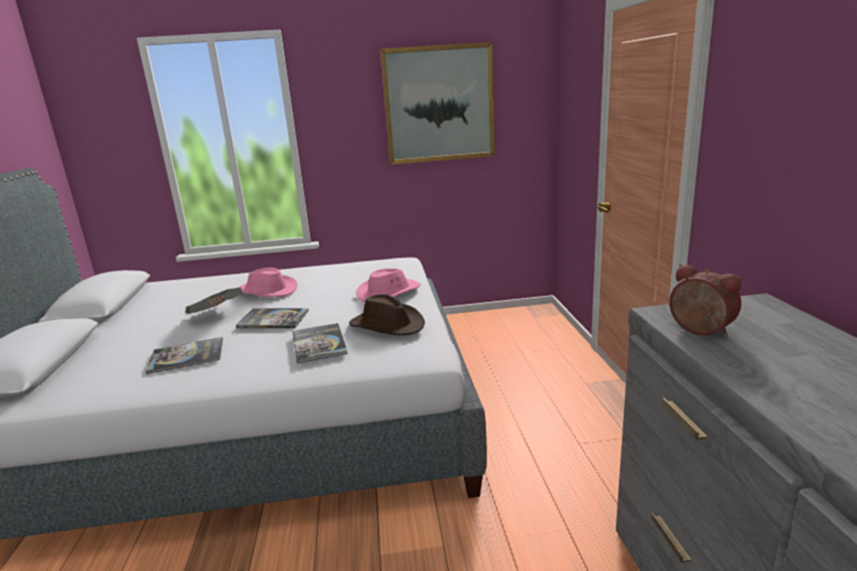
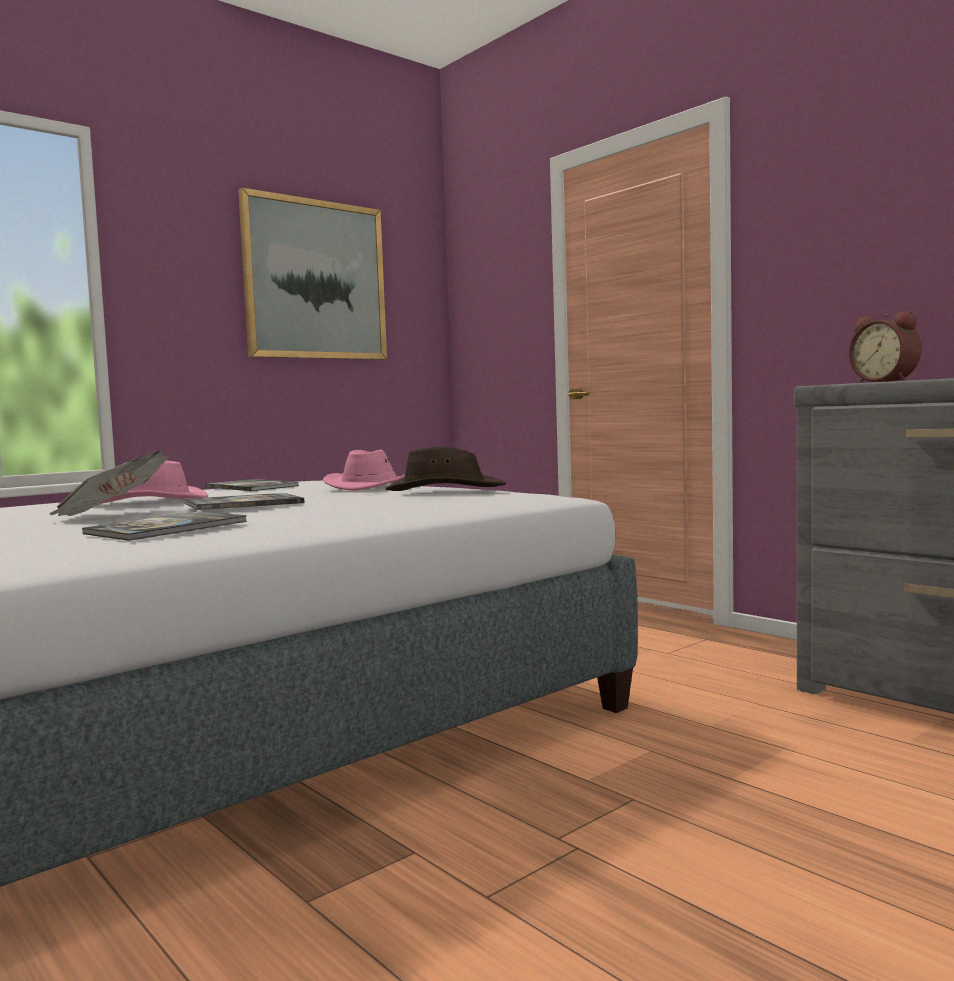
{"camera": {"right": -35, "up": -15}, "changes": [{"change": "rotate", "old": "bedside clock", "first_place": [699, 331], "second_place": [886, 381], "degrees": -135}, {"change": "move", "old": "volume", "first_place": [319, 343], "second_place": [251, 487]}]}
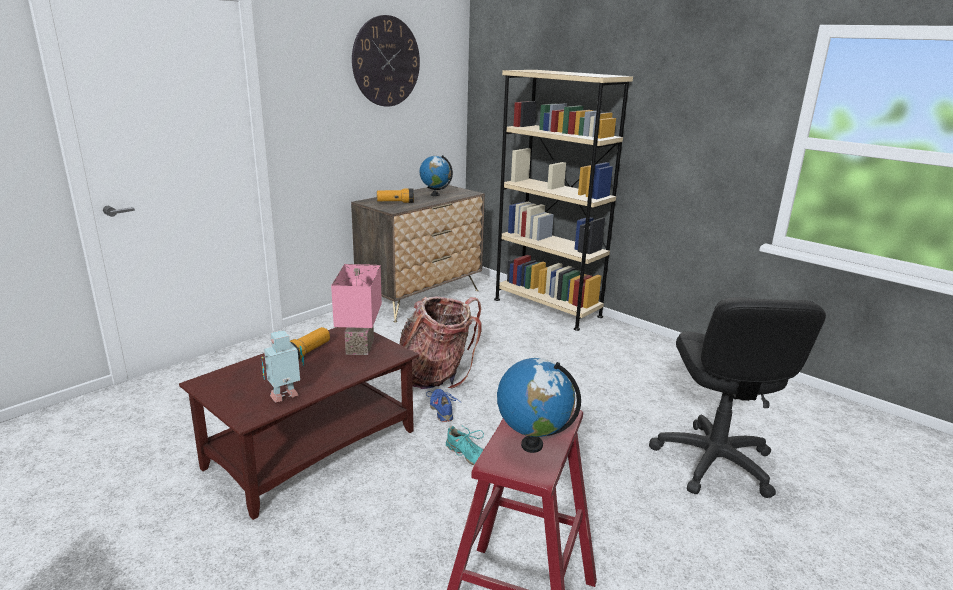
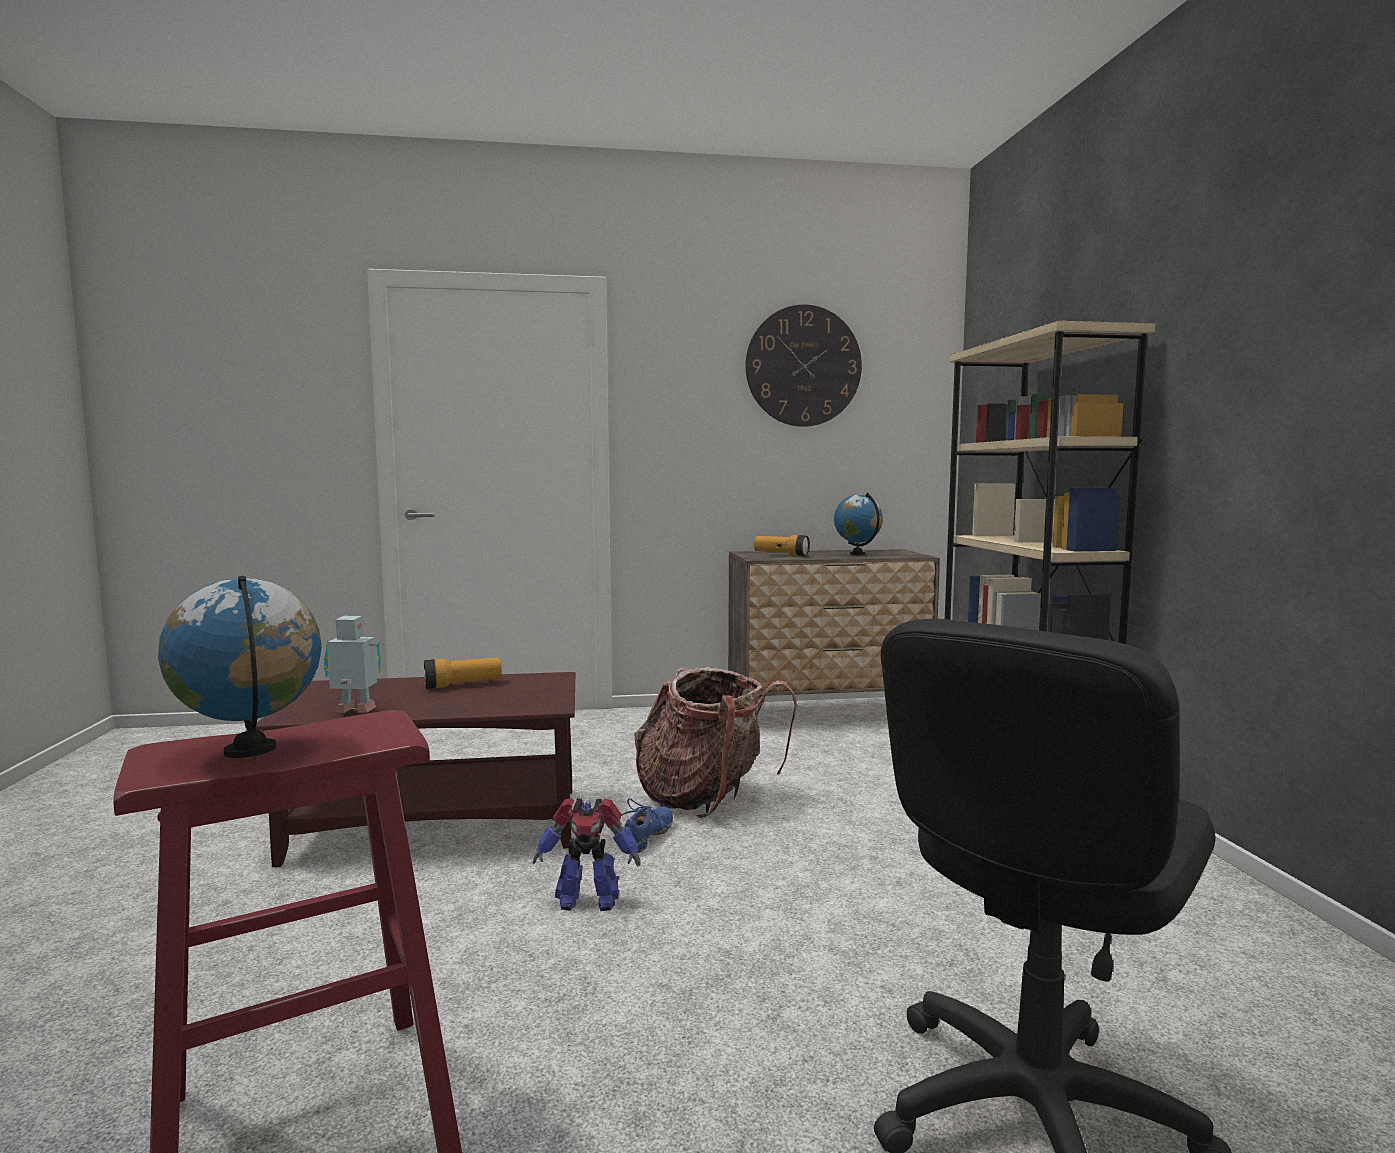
{"camera": {"right": 40, "up": -15}, "changes": [{"change": "delete", "old": "pink tabletop lamp", "first_place": [358, 346]}, {"change": "replace", "old": "turquoise-coloured shoe", "new": "robot figure", "first_place": [466, 455], "second_place": [587, 900]}]}
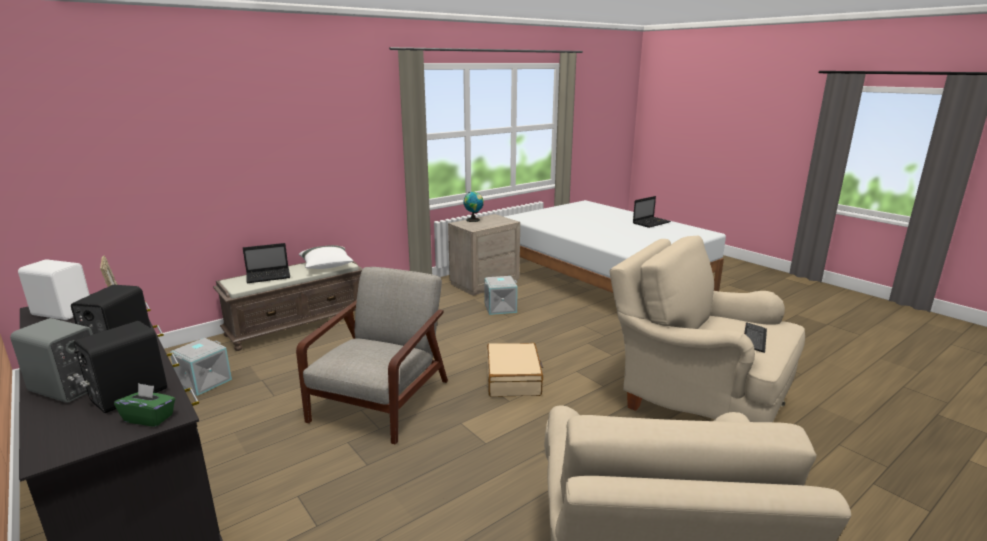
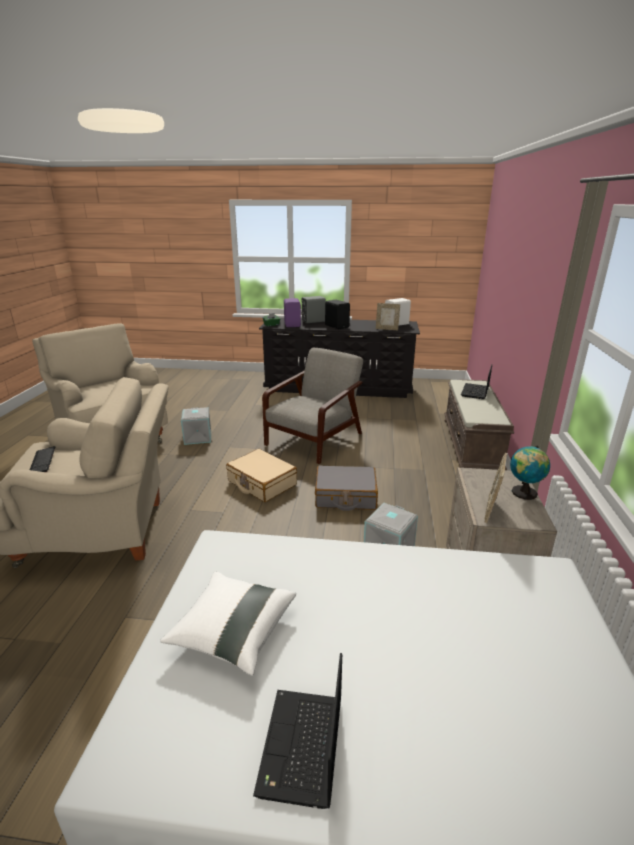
{"camera": {"right": 135, "up": 5}, "changes": [{"change": "move", "old": "white-coloured throw pillow", "first_place": [326, 266], "second_place": [233, 632]}, {"change": "rotate", "old": "grey lounge chair", "first_place": [382, 399], "second_place": [315, 438], "degrees": -120}, {"change": "recolor", "old": "black audio speaker", "new": "purple-coloured audio speaker", "first_place": [127, 395], "second_place": [293, 324]}, {"change": "move", "old": "grey storage bin", "first_place": [204, 381], "second_place": [198, 437]}, {"change": "insert", "new": "photo frame", "second_place": [491, 510]}, {"change": "insert", "new": "grey suitcase", "second_place": [345, 496]}]}
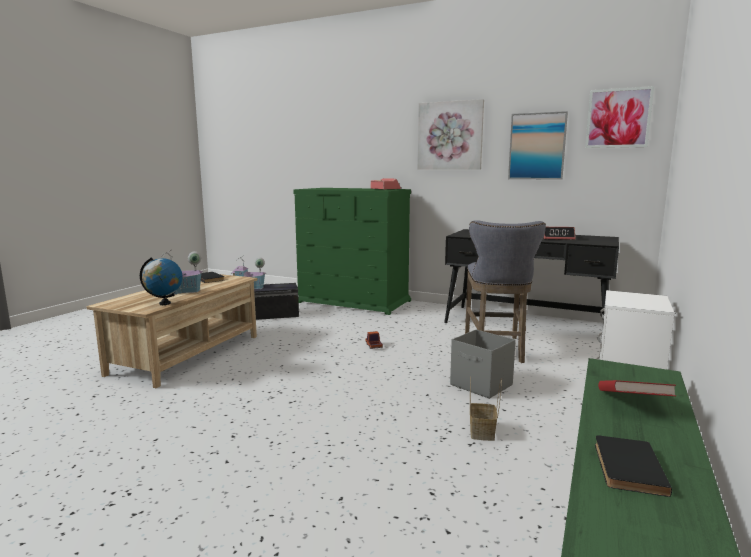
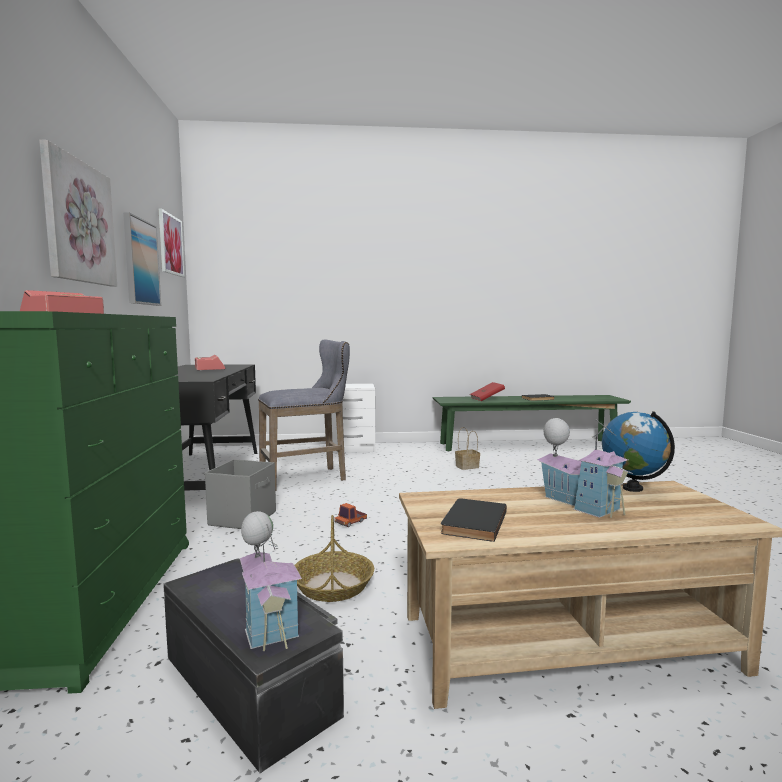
{"camera": {"right": -120, "up": -5}, "changes": [{"change": "move", "old": "grey storage bin", "first_place": [481, 385], "second_place": [243, 518]}, {"change": "insert", "new": "household basket", "second_place": [332, 585]}]}
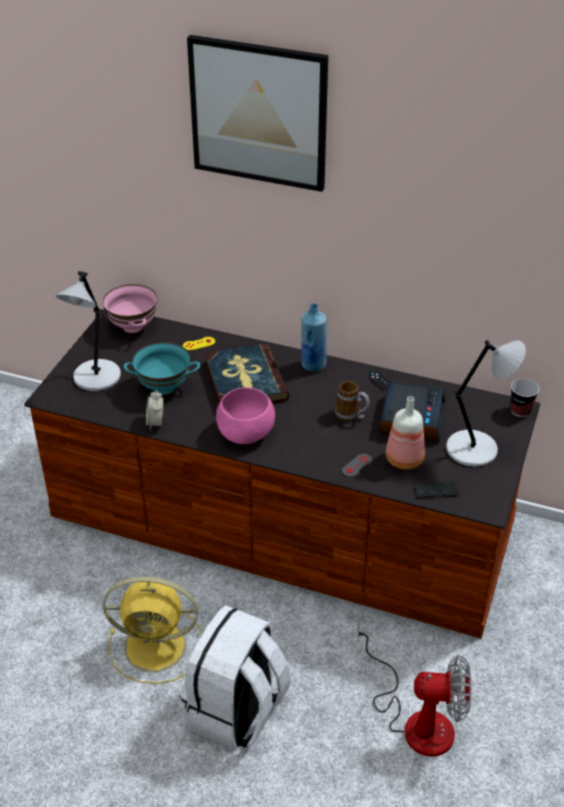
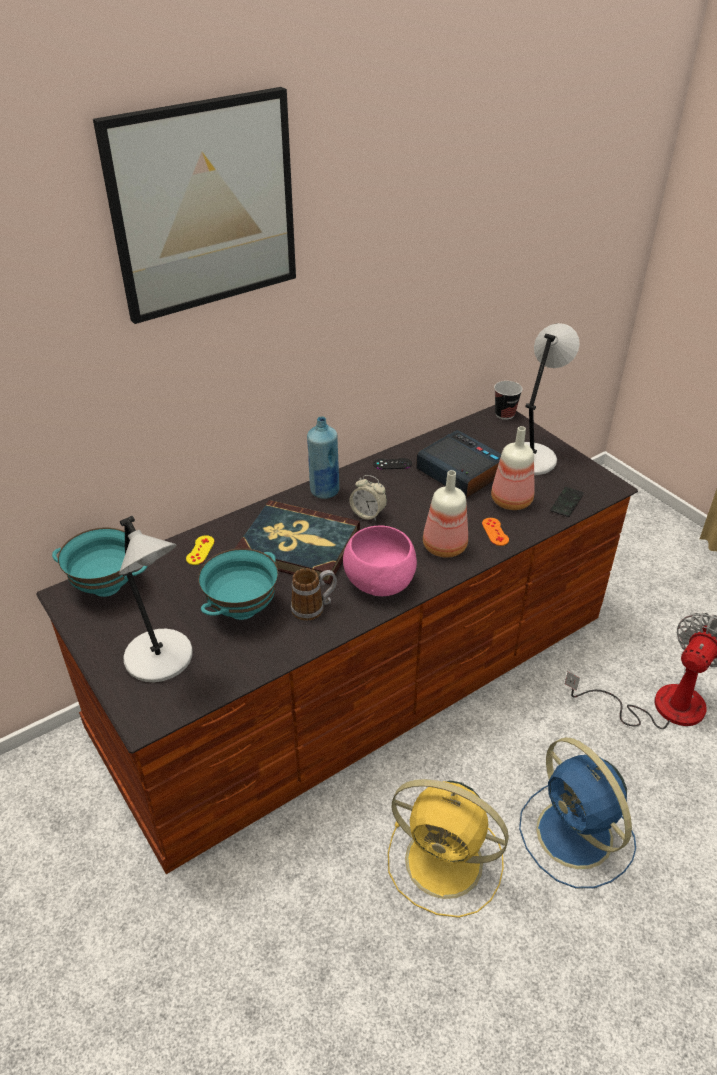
{"camera": {"right": -55, "up": 0}, "changes": [{"change": "recolor", "old": "pink serving bowl", "new": "turquoise-coloured serving bowl", "first_place": [133, 327], "second_place": [107, 586]}, {"change": "move", "old": "tea mug", "first_place": [351, 415], "second_place": [314, 608]}, {"change": "move", "old": "bedside clock", "first_place": [155, 423], "second_place": [368, 514]}, {"change": "recolor", "old": "grey joypad", "new": "orange-coloured joypad", "first_place": [357, 465], "second_place": [495, 532]}, {"change": "rotate", "old": "yellowish cooling fan", "first_place": [158, 646], "second_place": [447, 863], "degrees": 75}, {"change": "replace", "old": "white-coloured backpack", "new": "blue cooling fan", "first_place": [236, 712], "second_place": [576, 837]}, {"change": "insert", "new": "beverage bottle", "second_place": [443, 547]}]}
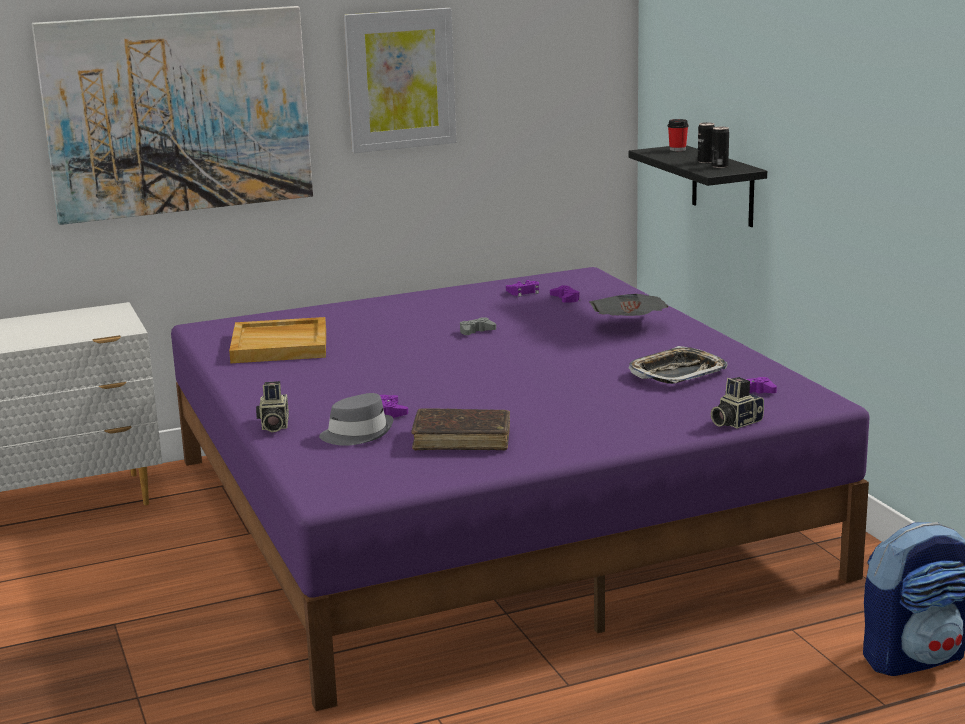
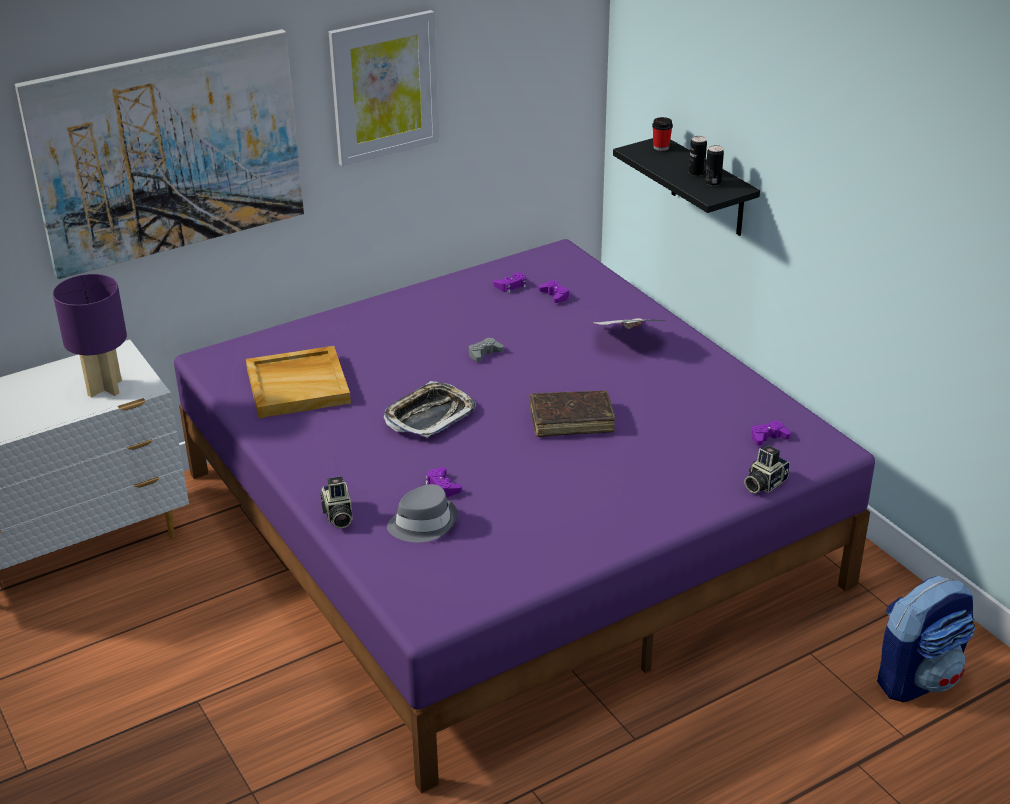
{"camera": {"right": -10, "up": 15}, "changes": [{"change": "move", "old": "serving tray", "first_place": [677, 373], "second_place": [429, 415]}, {"change": "move", "old": "brown-coloured volume", "first_place": [462, 440], "second_place": [571, 420]}, {"change": "insert", "new": "purple-coloured tabletop lamp", "second_place": [104, 388]}]}
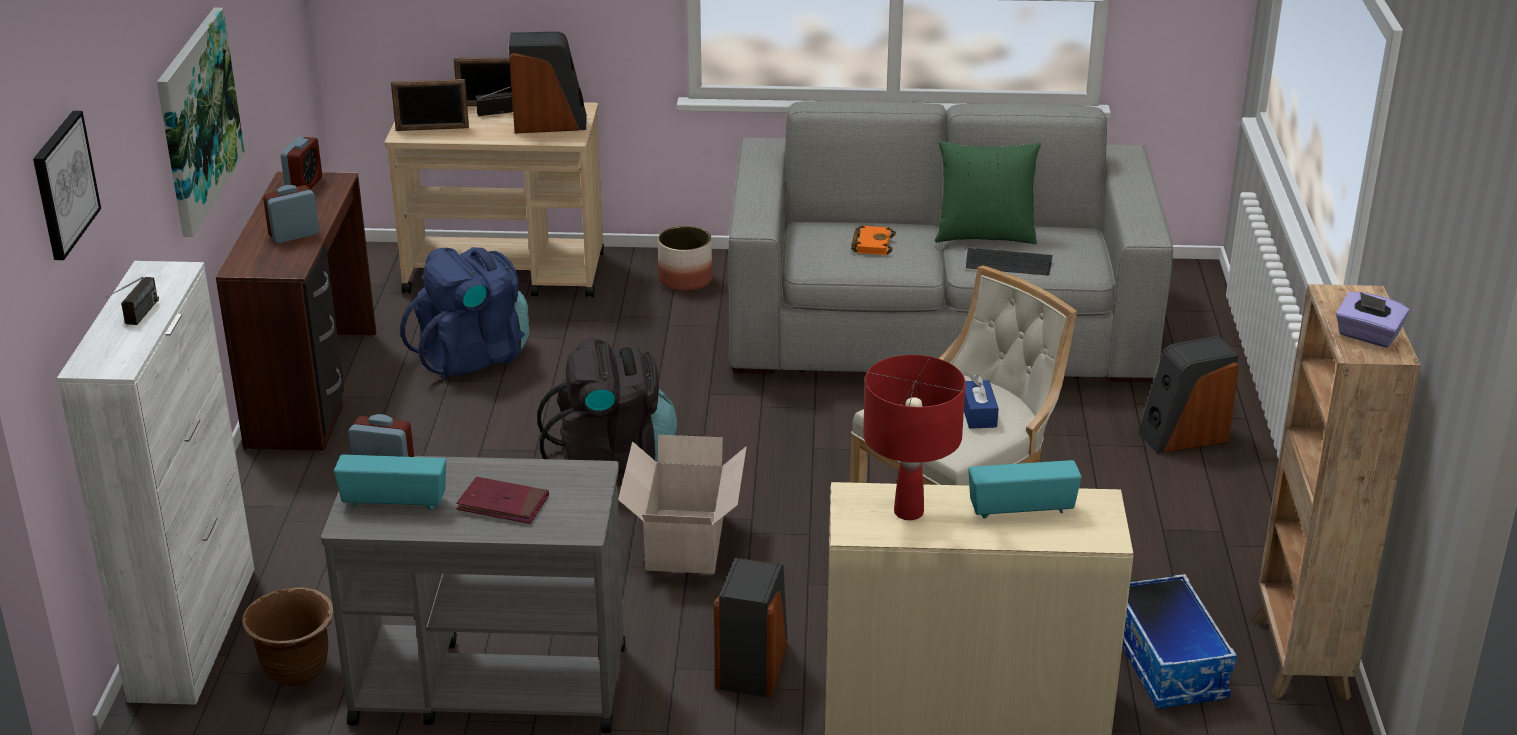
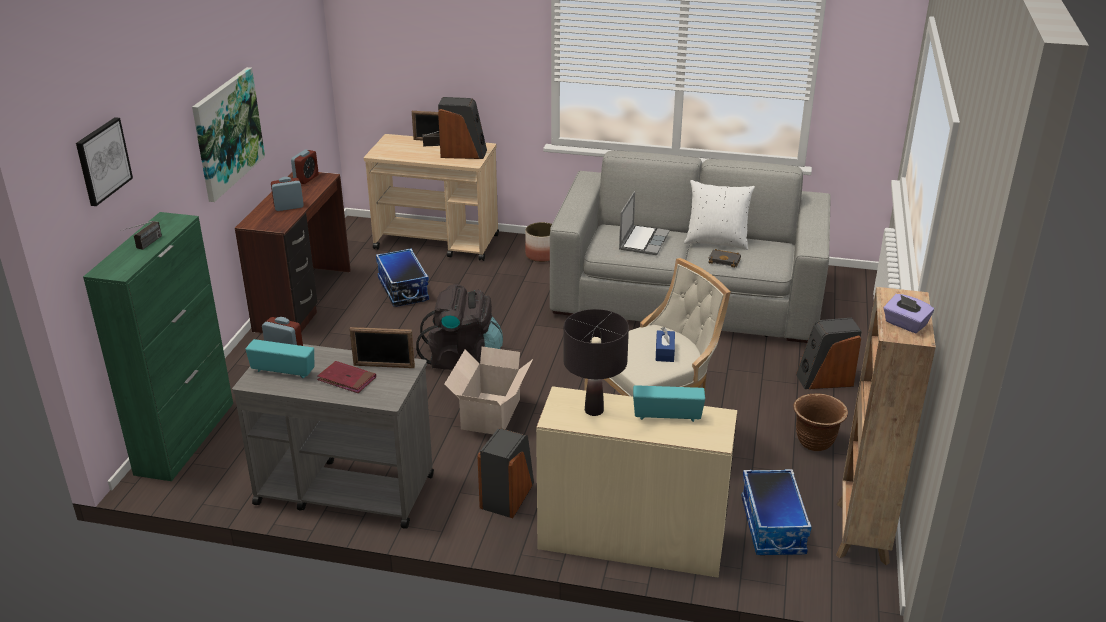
{"camera": {"right": 10, "up": 0}, "changes": [{"change": "move", "old": "photo frame", "first_place": [432, 129], "second_place": [384, 366]}, {"change": "recolor", "old": "greenish throw pillow", "new": "white-coloured throw pillow", "first_place": [984, 235], "second_place": [716, 242]}, {"change": "replace", "old": "orange-coloured volume", "new": "notebook computer", "first_place": [871, 244], "second_place": [643, 241]}, {"change": "replace", "old": "blue backpack", "new": "storage bin", "first_place": [474, 356], "second_place": [402, 289]}, {"change": "replace", "old": "keyboard", "new": "black volume", "first_place": [1008, 264], "second_place": [725, 260]}, {"change": "recolor", "old": "white-coloured storage cabinet", "new": "greenish storage cabinet", "first_place": [194, 632], "second_place": [186, 437]}, {"change": "recolor", "old": "reddish tabletop lamp", "new": "black tabletop lamp", "first_place": [909, 512], "second_place": [594, 410]}, {"change": "move", "old": "brown-coloured plant pot", "first_place": [297, 671], "second_place": [815, 442]}]}
